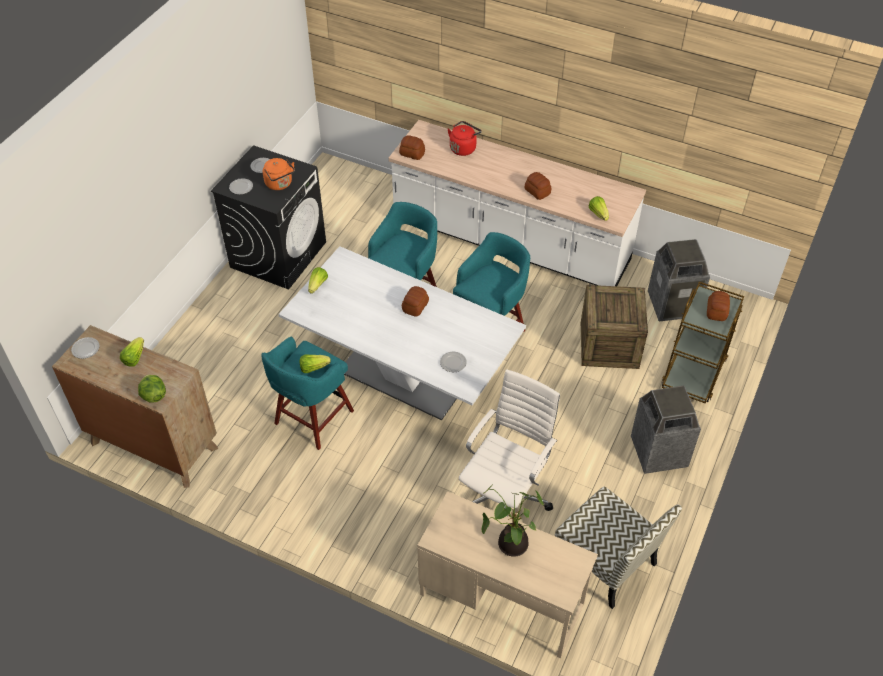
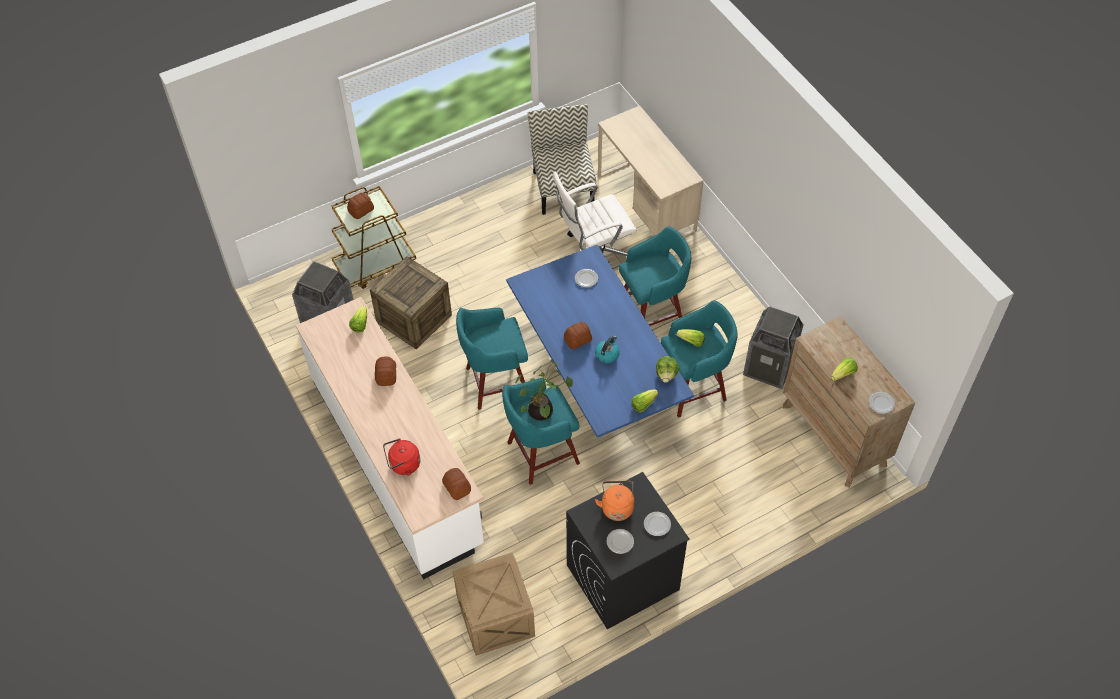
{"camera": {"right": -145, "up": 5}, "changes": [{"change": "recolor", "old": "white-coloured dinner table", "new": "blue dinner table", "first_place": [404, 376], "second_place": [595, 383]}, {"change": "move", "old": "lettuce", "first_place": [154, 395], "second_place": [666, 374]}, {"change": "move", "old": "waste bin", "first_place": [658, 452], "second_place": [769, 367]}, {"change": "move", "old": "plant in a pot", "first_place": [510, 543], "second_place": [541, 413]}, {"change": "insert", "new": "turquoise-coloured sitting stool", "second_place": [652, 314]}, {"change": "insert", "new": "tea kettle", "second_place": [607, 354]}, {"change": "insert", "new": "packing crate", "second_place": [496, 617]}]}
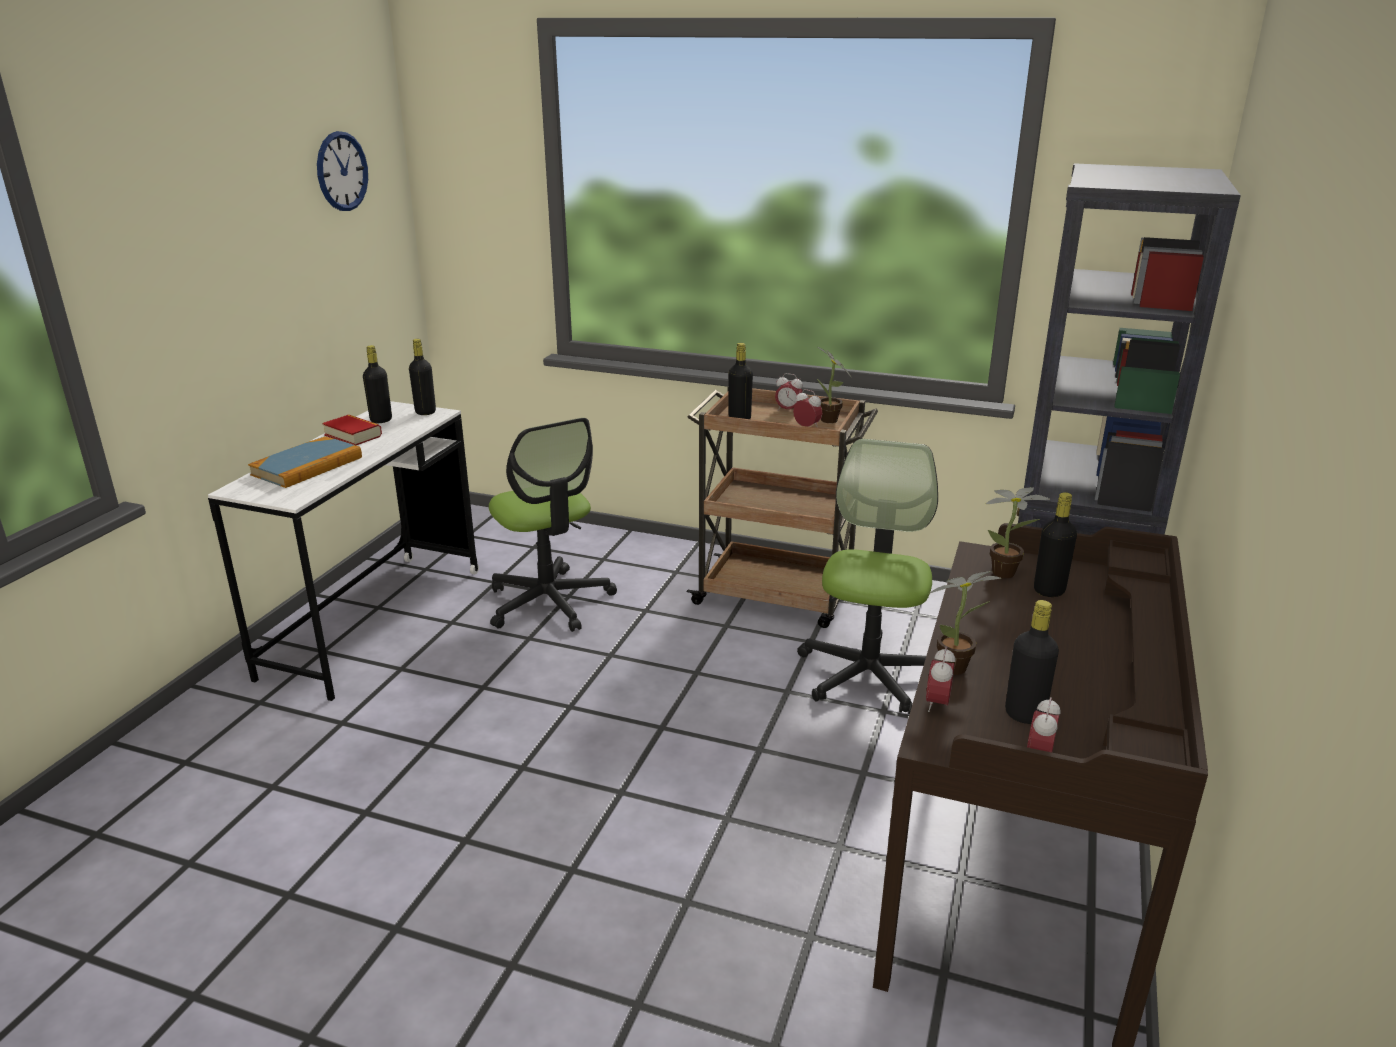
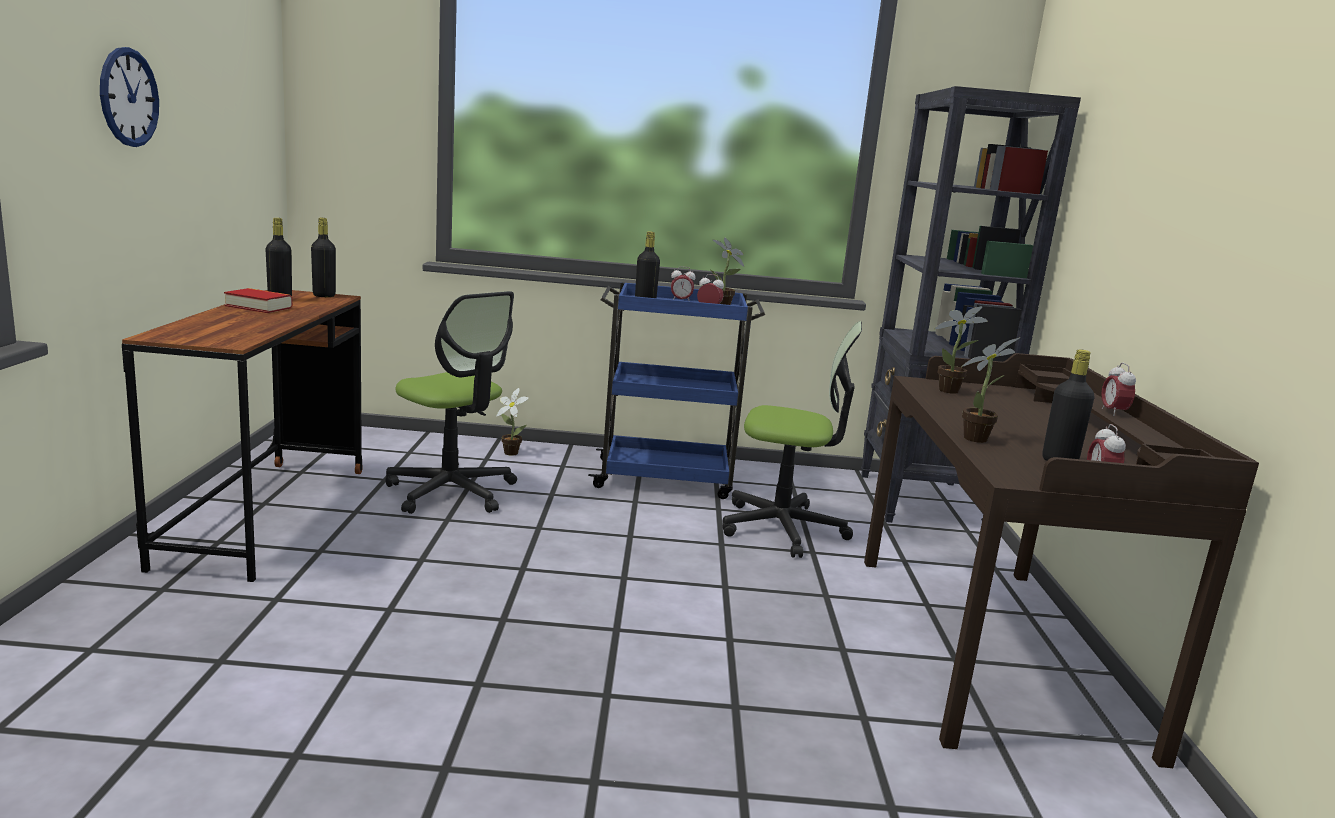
{"camera": {"right": -20, "up": -10}, "changes": [{"change": "move", "old": "wall clock", "first_place": [342, 171], "second_place": [129, 97]}, {"change": "recolor", "old": "brown-coloured wheeled cart", "new": "blue wheeled cart", "first_place": [776, 595], "second_place": [666, 479]}, {"change": "recolor", "old": "white-coloured desk table", "new": "brown-coloured desk table", "first_place": [374, 622], "second_place": [267, 515]}, {"change": "delete", "old": "volume", "first_place": [307, 466]}, {"change": "rotate", "old": "office chair", "first_place": [868, 674], "second_place": [783, 528], "degrees": 105}, {"change": "delete", "old": "black beverage bottle", "first_place": [1049, 591]}, {"change": "move", "old": "bedside clock", "first_place": [937, 704], "second_place": [1113, 412]}, {"change": "insert", "new": "plant in a pot", "second_place": [510, 452]}]}
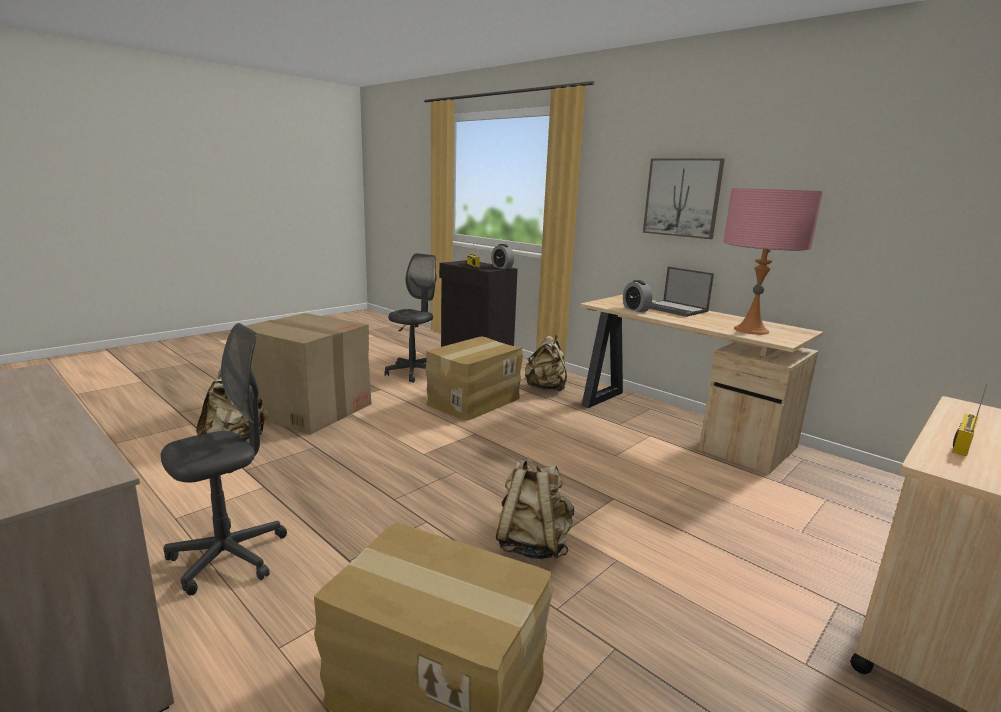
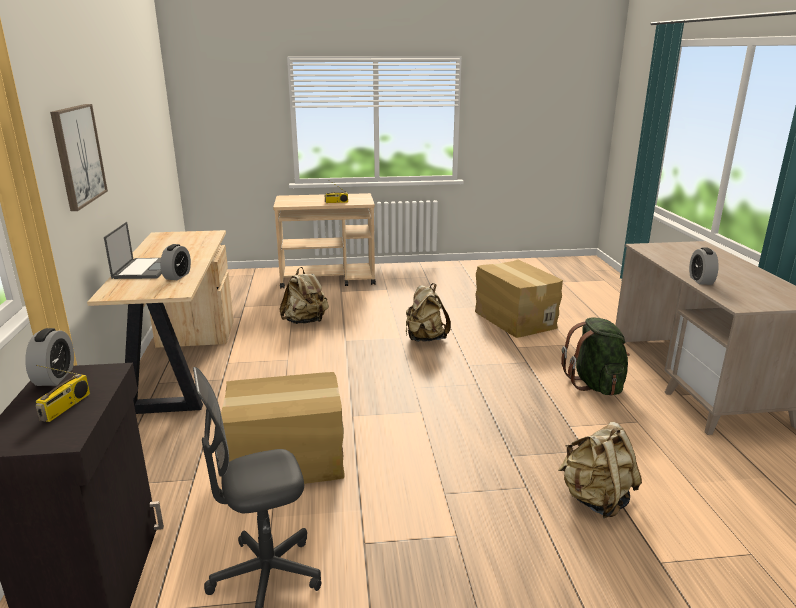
{"camera": {"right": -140, "up": 5}, "changes": [{"change": "delete", "old": "pink tabletop lamp", "first_place": [751, 330]}, {"change": "delete", "old": "carton", "first_place": [309, 409]}, {"change": "replace", "old": "grey office chair", "new": "greenish backpack", "first_place": [228, 557], "second_place": [595, 384]}, {"change": "move", "old": "sand-coloured backpack", "first_place": [545, 388], "second_place": [305, 321]}, {"change": "insert", "new": "bedside clock", "second_place": [700, 280]}]}
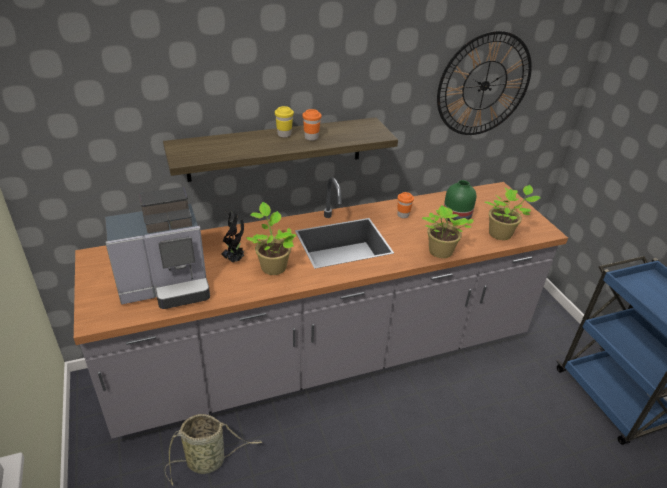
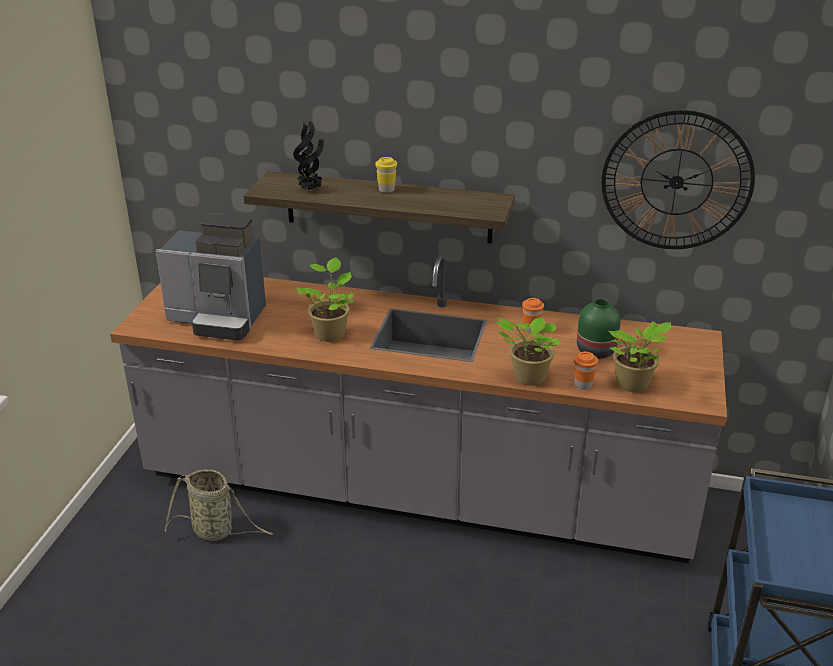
{"camera": {"right": 35, "up": -5}, "changes": [{"change": "move", "old": "orange-coloured cup", "first_place": [311, 138], "second_place": [583, 385]}, {"change": "move", "old": "plant in a pot", "first_place": [235, 260], "second_place": [311, 190]}]}
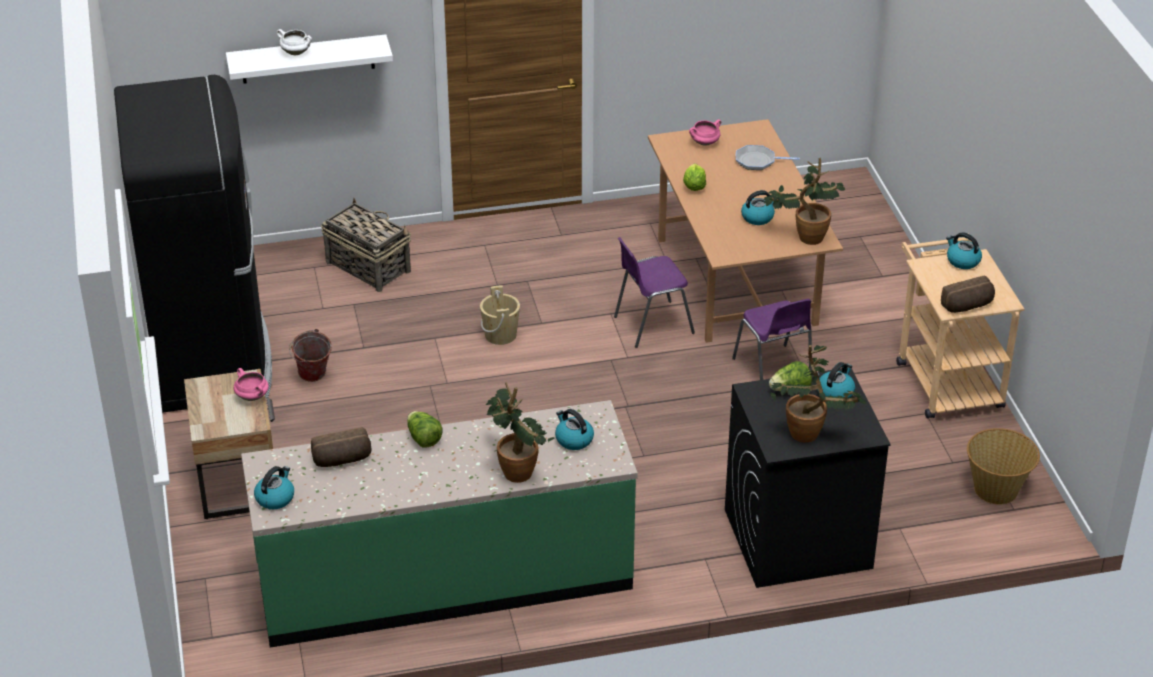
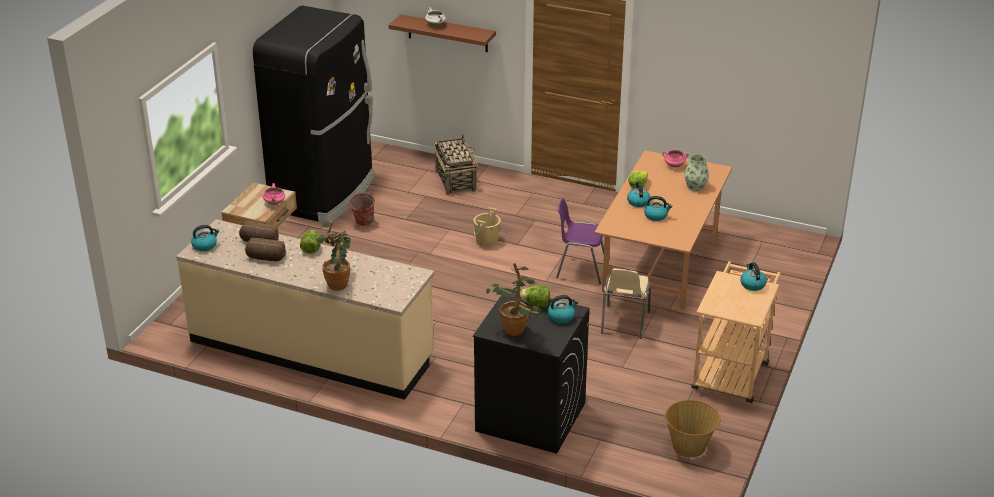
{"camera": {"right": 35, "up": -5}, "changes": [{"change": "recolor", "old": "white-coloured shelf", "new": "brown-coloured shelf", "first_place": [307, 59], "second_place": [447, 33]}, {"change": "replace", "old": "frying pan", "new": "decorative vase", "first_place": [758, 161], "second_place": [695, 186]}, {"change": "delete", "old": "plant in a pot", "first_place": [804, 237]}, {"change": "move", "old": "bakery bread", "first_place": [968, 306], "second_place": [265, 258]}, {"change": "recolor", "old": "purple-coloured upright chair", "new": "sand-coloured upright chair", "first_place": [773, 372], "second_place": [624, 323]}, {"change": "recolor", "old": "greenish kitchen counter", "new": "sand-coloured kitchen counter", "first_place": [444, 580], "second_place": [311, 349]}, {"change": "move", "old": "tea kettle", "first_place": [573, 439], "second_place": [638, 202]}]}
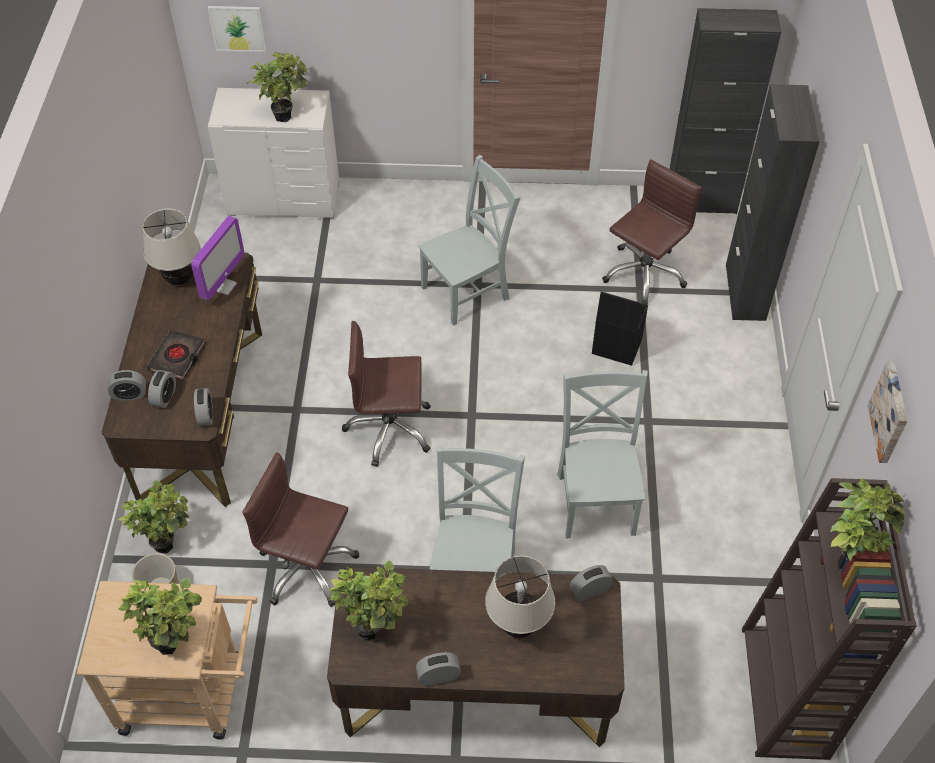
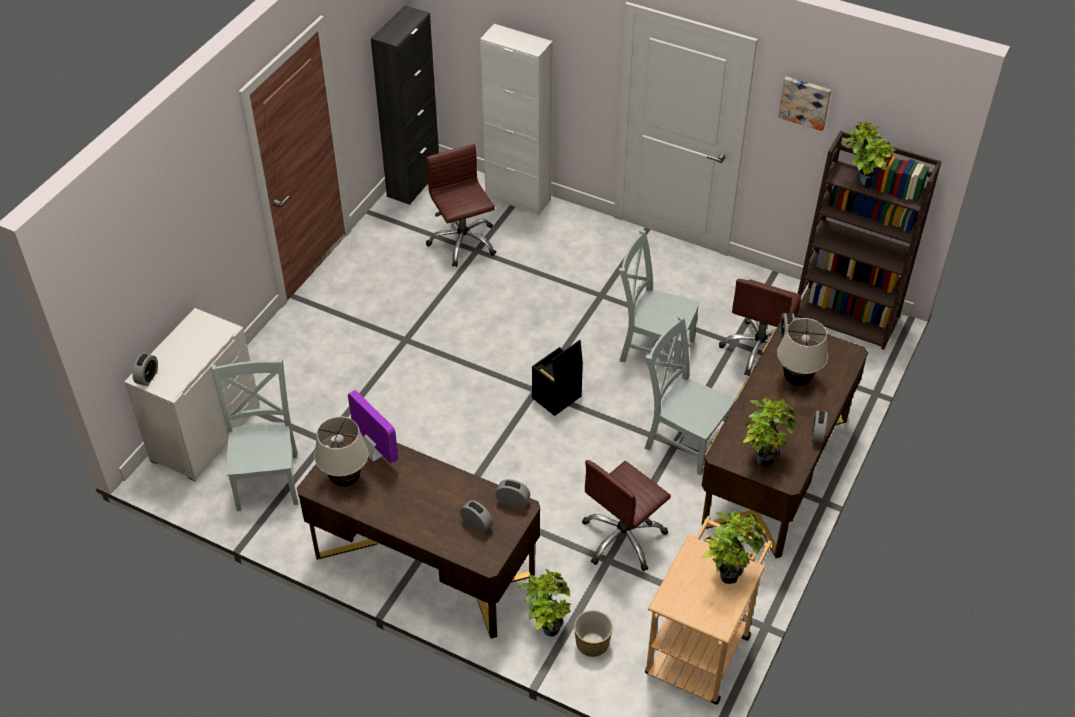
{"camera": {"right": -65, "up": -5}, "changes": [{"change": "delete", "old": "wall art", "first_place": [237, 28]}, {"change": "delete", "old": "plant in a pot", "first_place": [284, 114]}, {"change": "recolor", "old": "black storage cabinet", "new": "white-coloured storage cabinet", "first_place": [745, 292], "second_place": [518, 198]}, {"change": "move", "old": "grey upright chair", "first_place": [468, 291], "second_place": [268, 478]}, {"change": "move", "old": "black storage bin", "first_place": [615, 347], "second_place": [556, 398]}, {"change": "move", "old": "brown-coloured office chair", "first_place": [389, 429], "second_place": [759, 349]}, {"change": "delete", "old": "black volume", "first_place": [177, 358]}, {"change": "move", "old": "bedside clock", "first_place": [130, 394], "second_place": [147, 377]}]}
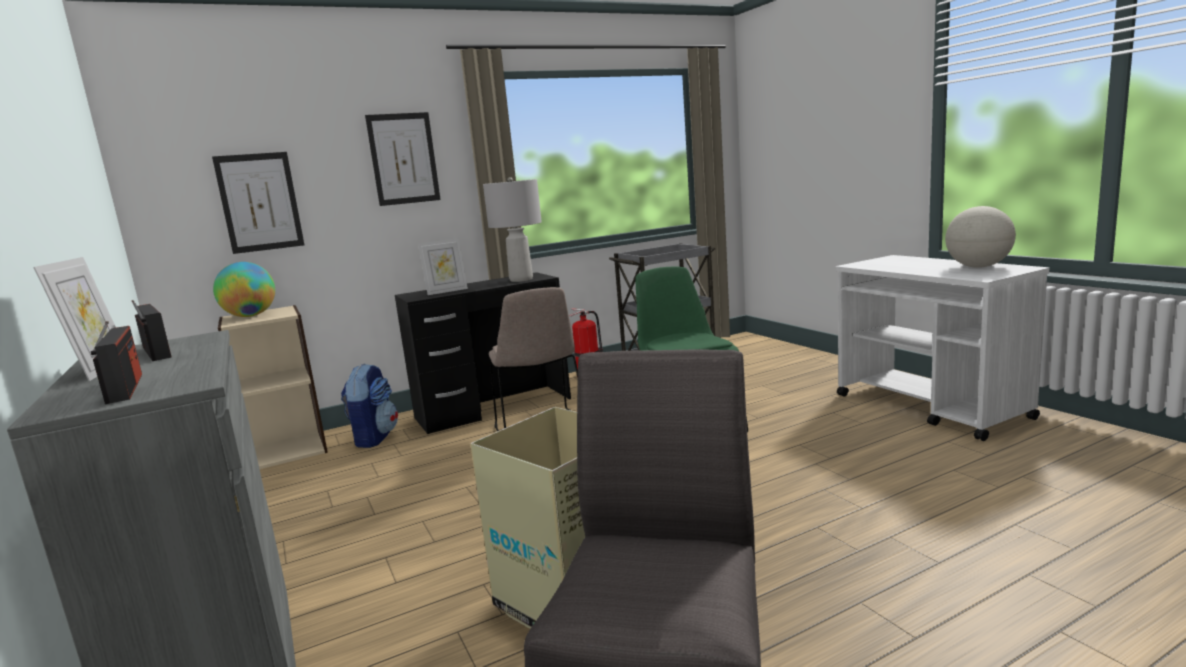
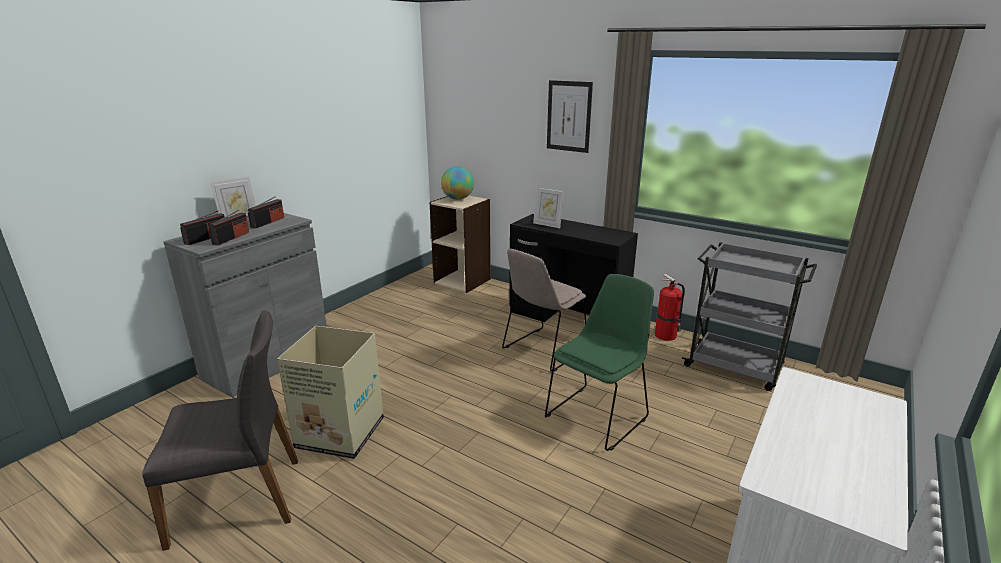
{"camera": {"right": 60, "up": 10}, "changes": [{"change": "delete", "old": "wall art", "first_place": [260, 202]}, {"change": "delete", "old": "grey tabletop lamp", "first_place": [520, 279]}, {"change": "delete", "old": "desk globe", "first_place": [978, 267]}, {"change": "delete", "old": "backpack", "first_place": [374, 438]}, {"change": "insert", "new": "radio receiver", "second_place": [231, 238]}]}
